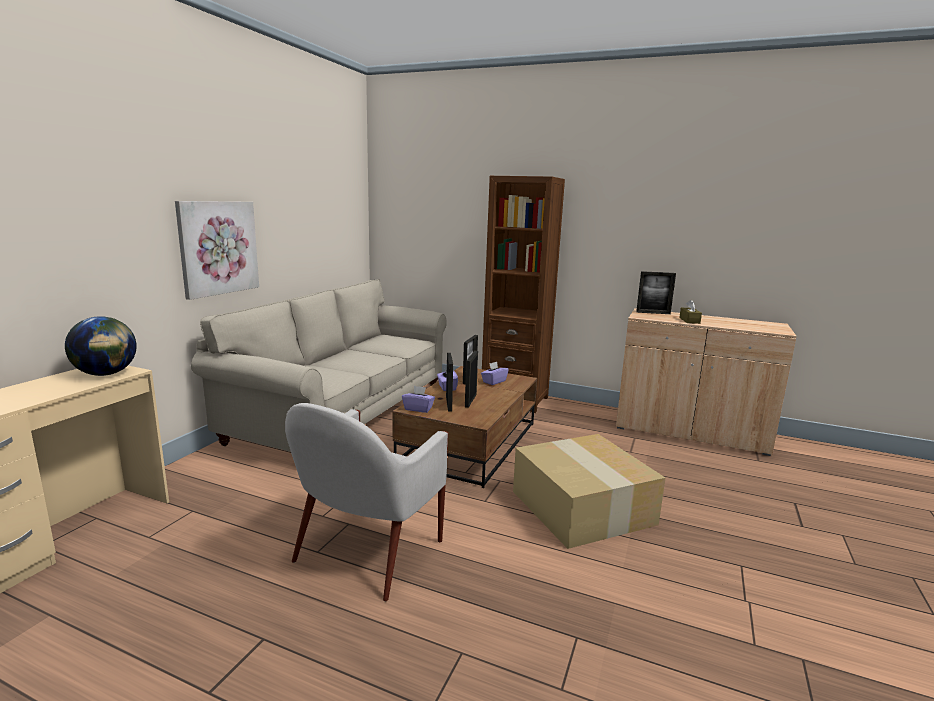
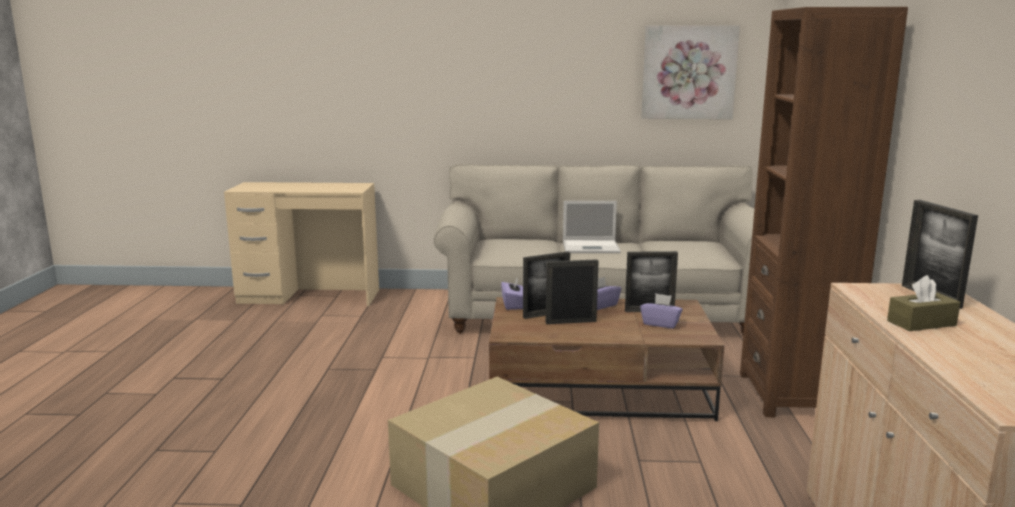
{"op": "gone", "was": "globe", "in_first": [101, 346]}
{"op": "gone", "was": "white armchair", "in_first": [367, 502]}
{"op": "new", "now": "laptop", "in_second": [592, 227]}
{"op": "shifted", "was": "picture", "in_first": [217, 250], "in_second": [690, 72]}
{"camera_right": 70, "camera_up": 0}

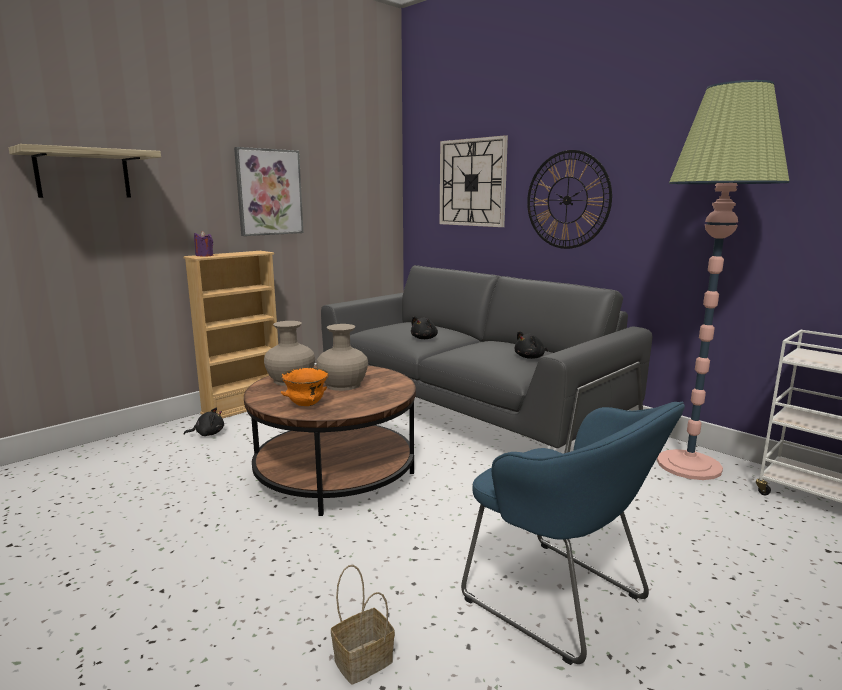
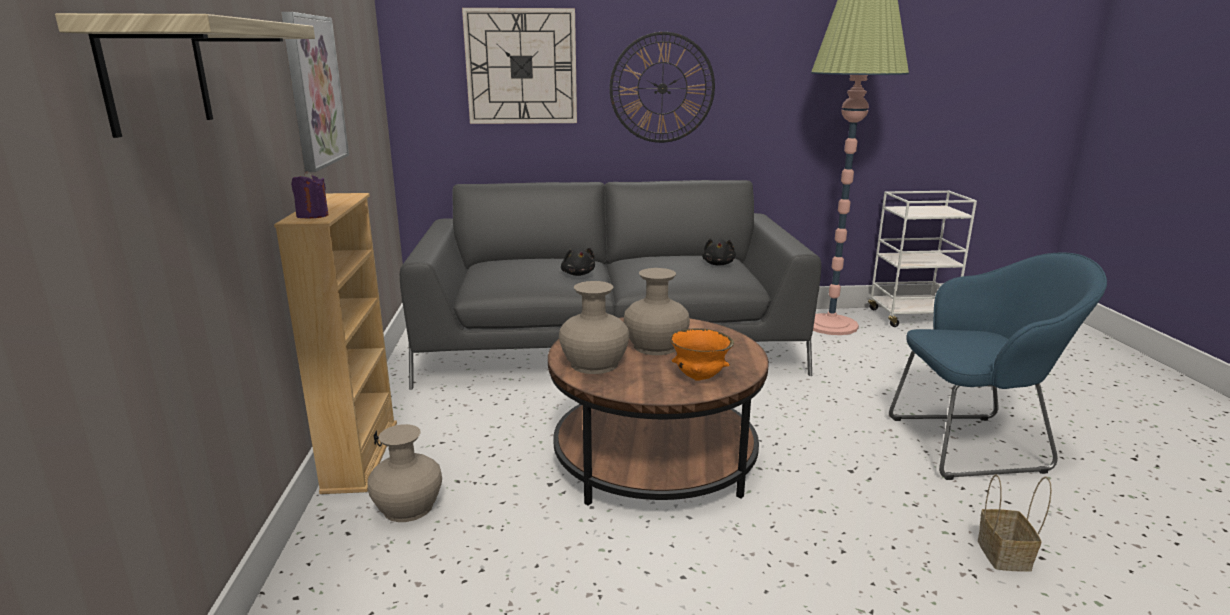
{"op": "swapped", "was": "black plush toy", "now": "beige vase", "in_first": [203, 422], "in_second": [405, 473]}
{"camera_right": -50, "camera_up": 5}

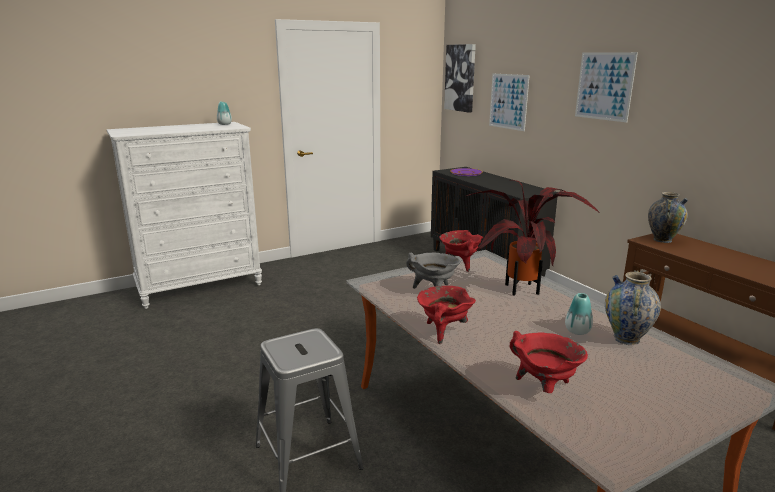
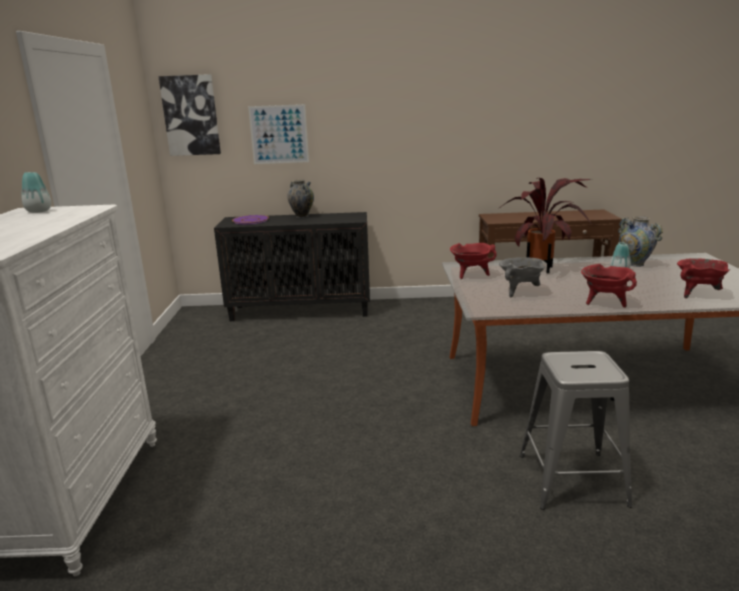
{"op": "gone", "was": "picture", "in_first": [606, 87]}
{"op": "shifted", "was": "vase", "in_first": [668, 217], "in_second": [300, 198]}
{"camera_right": -60, "camera_up": 0}

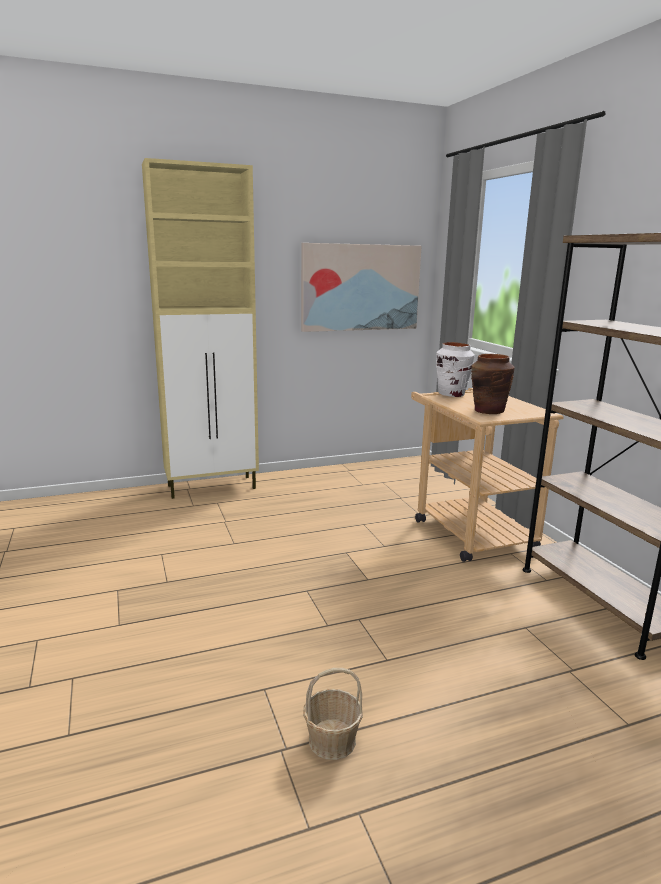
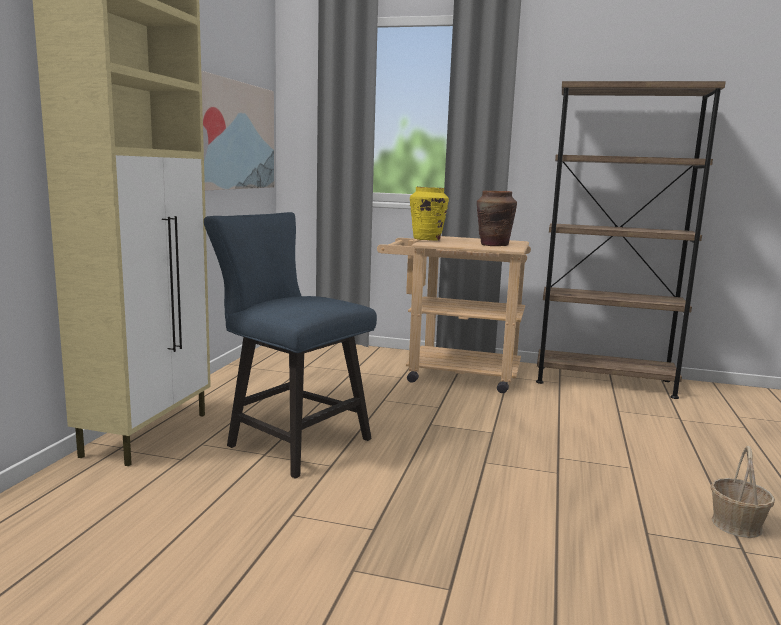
{"op": "new", "now": "blue chair", "in_second": [290, 345]}
{"op": "repainted", "was": "white vase", "now": "yellow vase", "in_first": [455, 369], "in_second": [429, 214]}
{"camera_right": -55, "camera_up": -5}

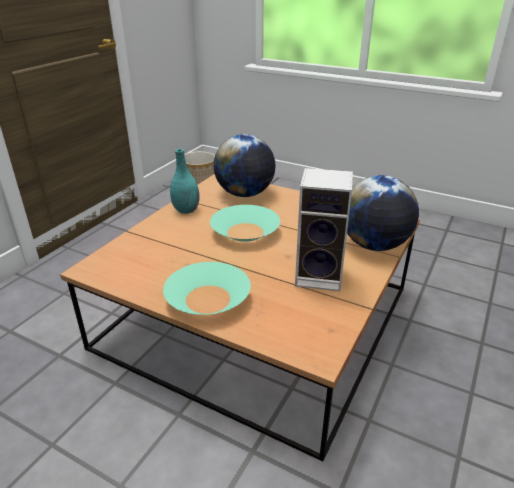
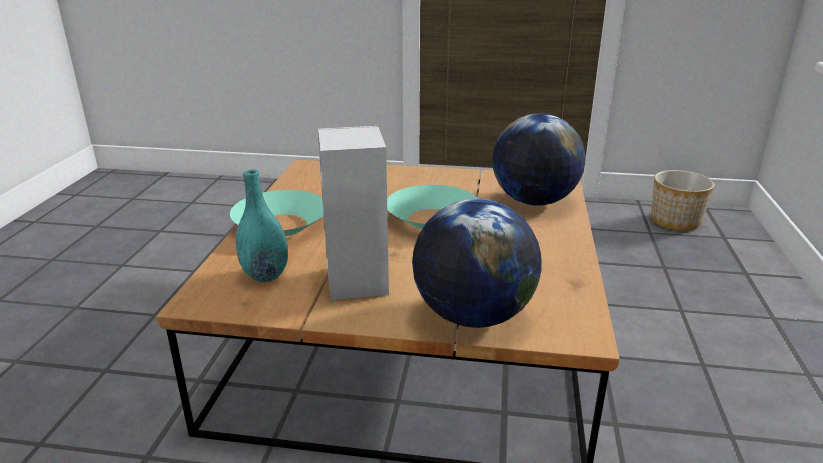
{"op": "shifted", "was": "turquoise vase", "in_first": [185, 181], "in_second": [262, 225]}
{"camera_right": 70, "camera_up": -5}

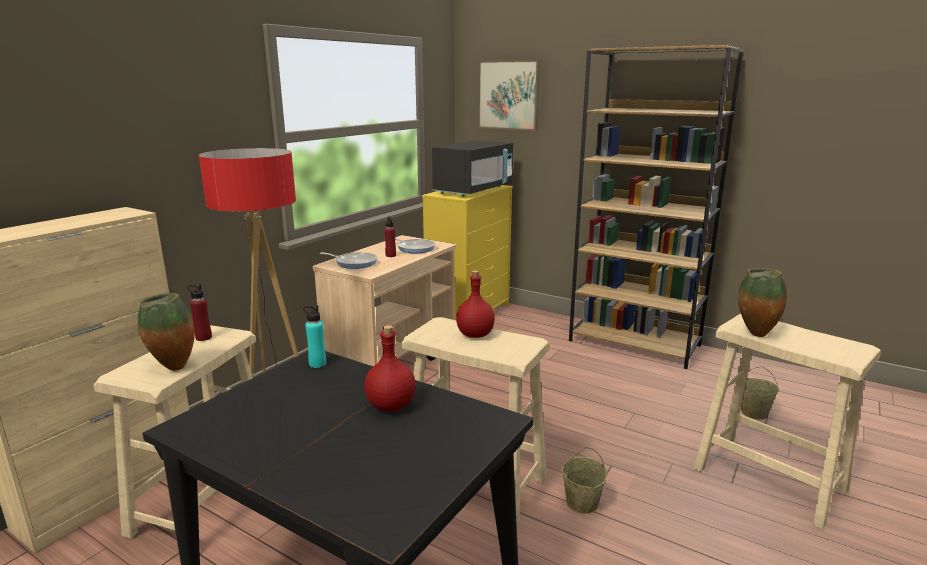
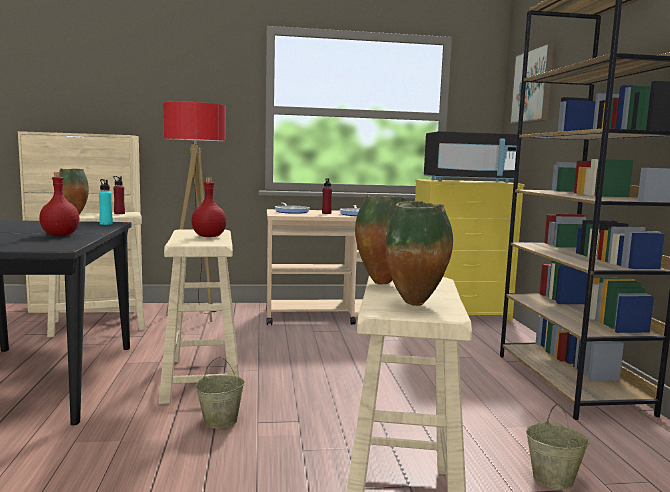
{"op": "new", "now": "vase", "in_second": [419, 253]}
{"camera_right": 50, "camera_up": -10}

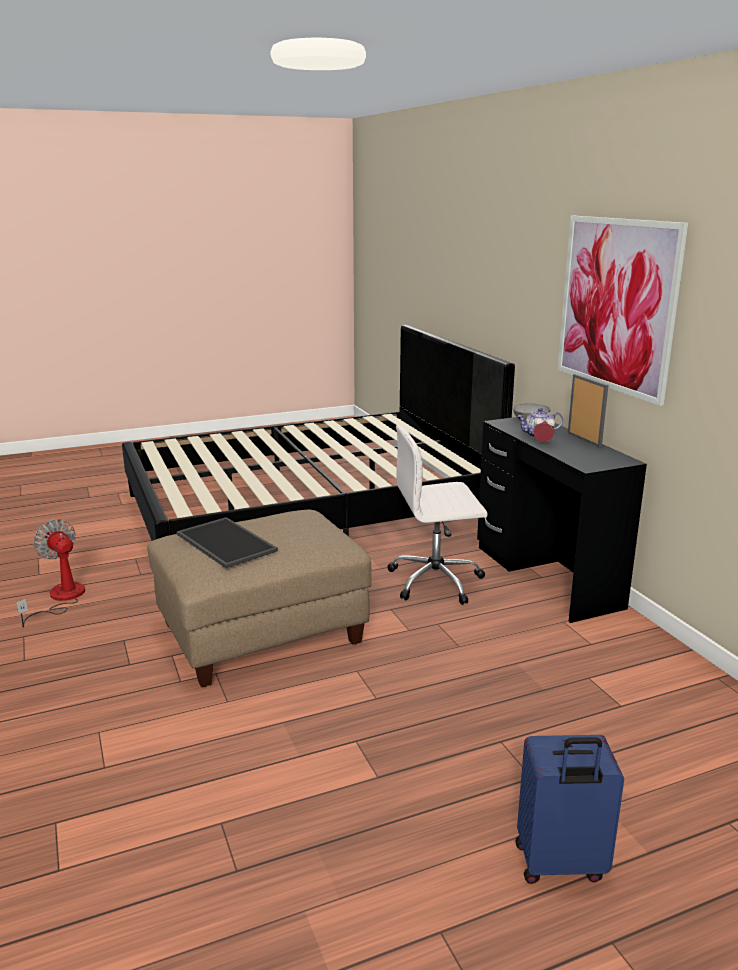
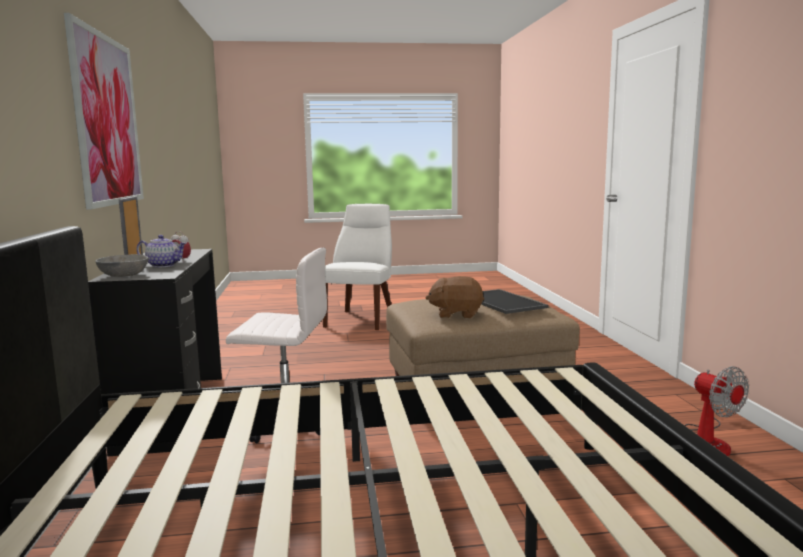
{"op": "new", "now": "brown plush toy", "in_second": [454, 297]}
{"op": "swapped", "was": "blue suitcase", "now": "white chair", "in_first": [569, 809], "in_second": [357, 267]}
{"camera_right": -165, "camera_up": -10}

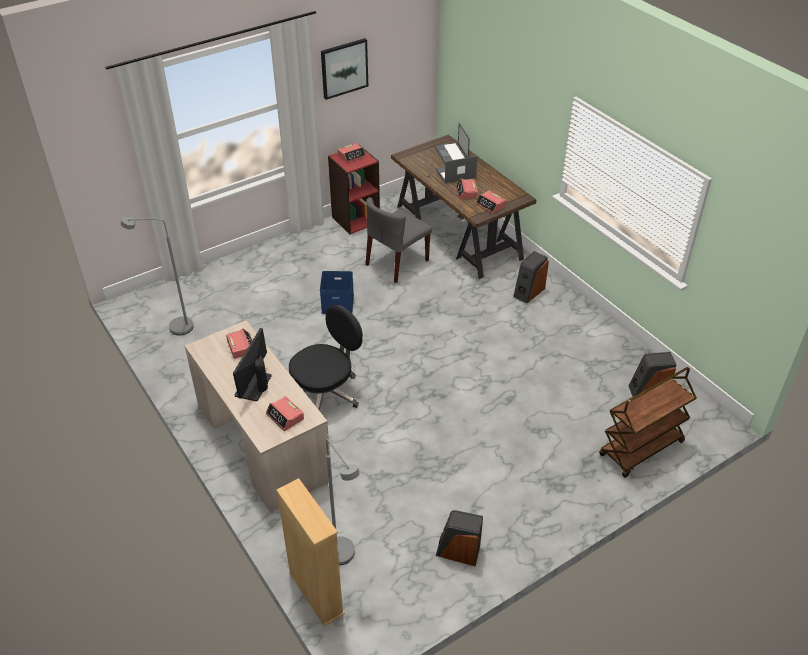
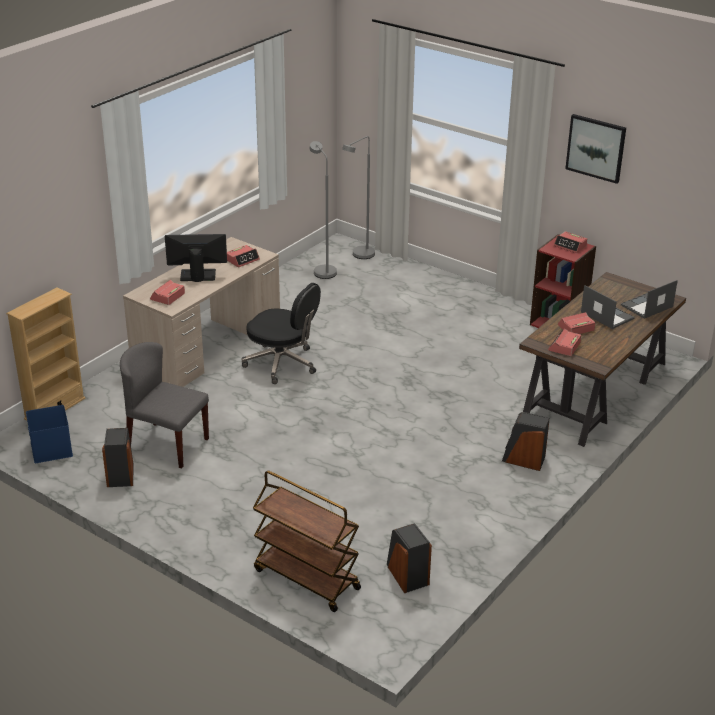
{"op": "shifted", "was": "blue storage box", "in_first": [337, 292], "in_second": [49, 434]}
{"op": "shifted", "was": "grey floor lamp", "in_first": [343, 502], "in_second": [358, 197]}
{"op": "shifted", "was": "grey chair", "in_first": [399, 240], "in_second": [164, 405]}
{"camera_right": 70, "camera_up": -10}

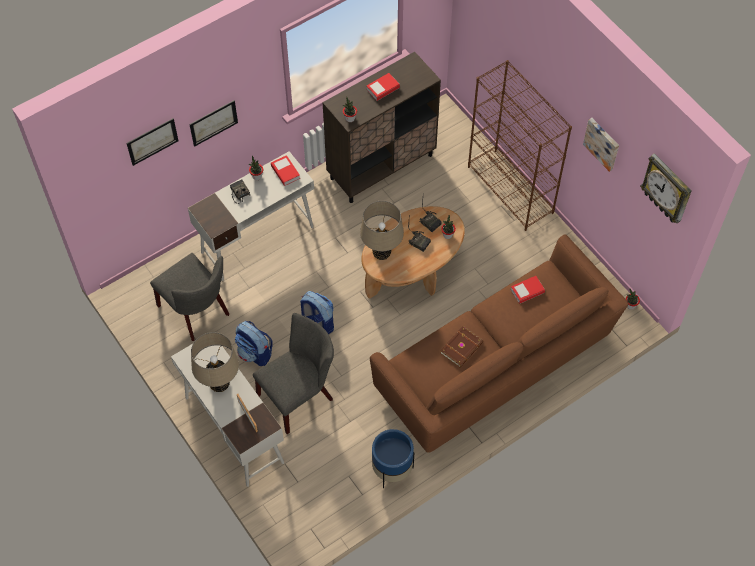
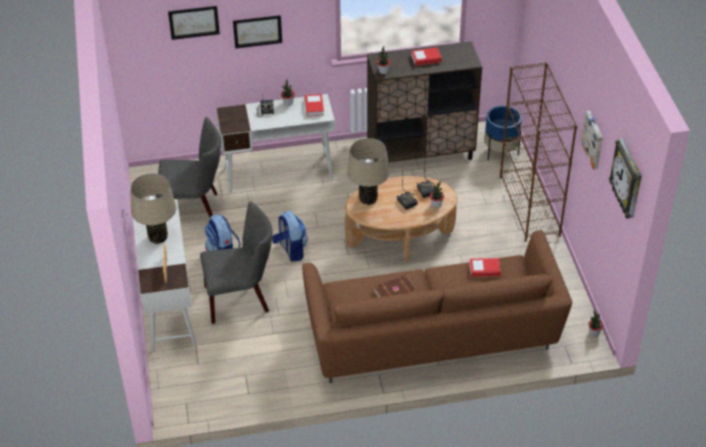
{"op": "shifted", "was": "blue planter", "in_first": [393, 458], "in_second": [503, 132]}
{"op": "rotated", "was": "grey chair", "in_first": [189, 297], "in_second": [188, 167], "clockwise": -75}
{"camera_right": 25, "camera_up": -15}

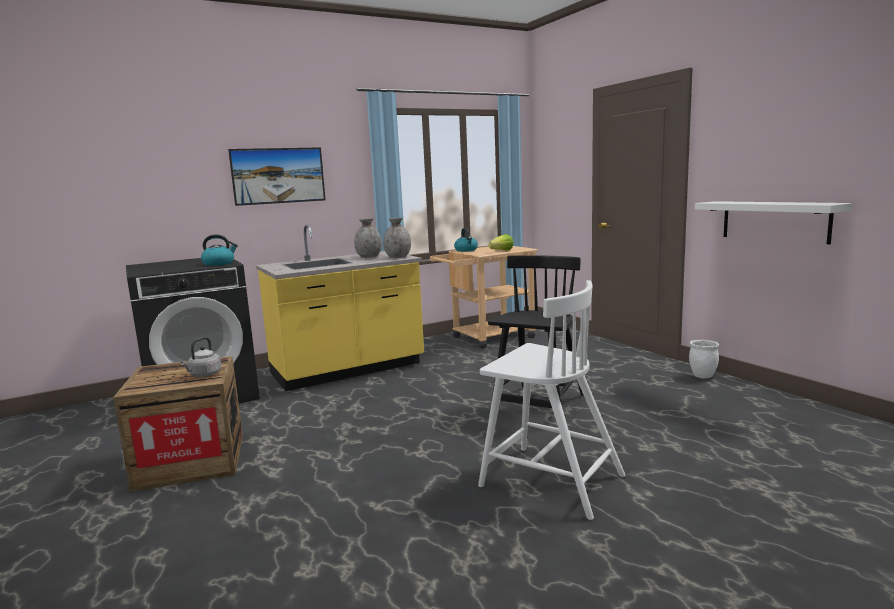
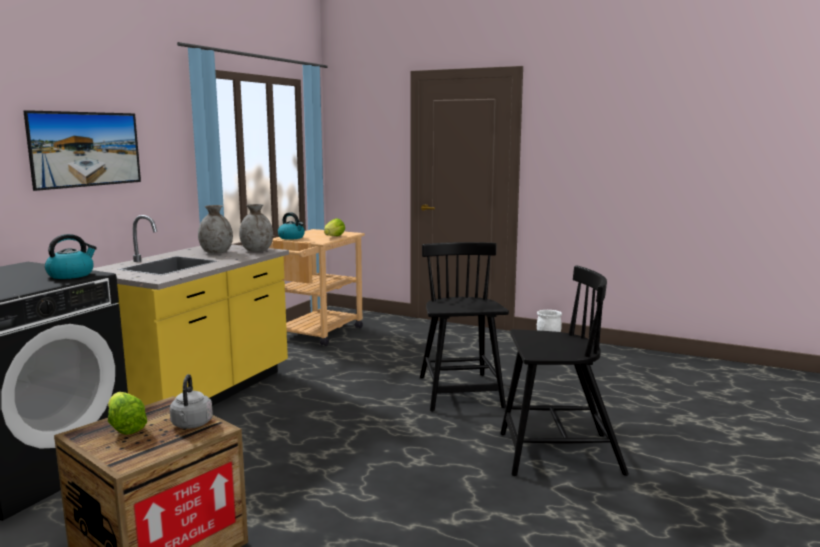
{"op": "gone", "was": "white shelf", "in_first": [773, 223]}
{"op": "new", "now": "lettuce", "in_second": [127, 413]}
{"op": "repainted", "was": "white chair", "now": "black chair", "in_first": [552, 400], "in_second": [564, 371]}
{"camera_right": -35, "camera_up": 0}

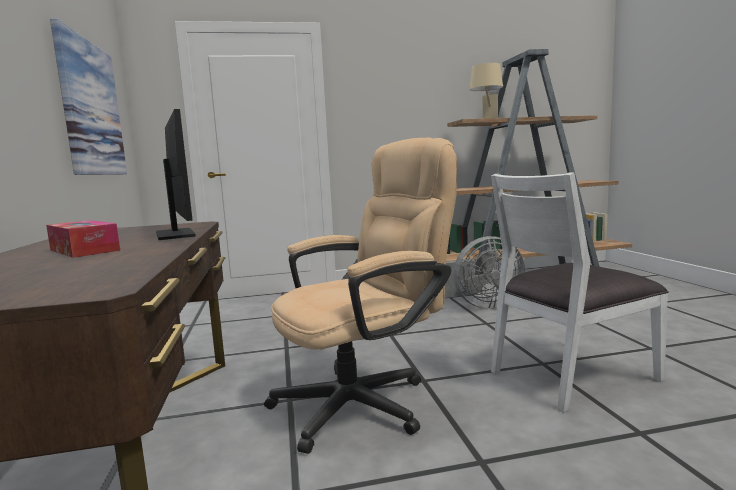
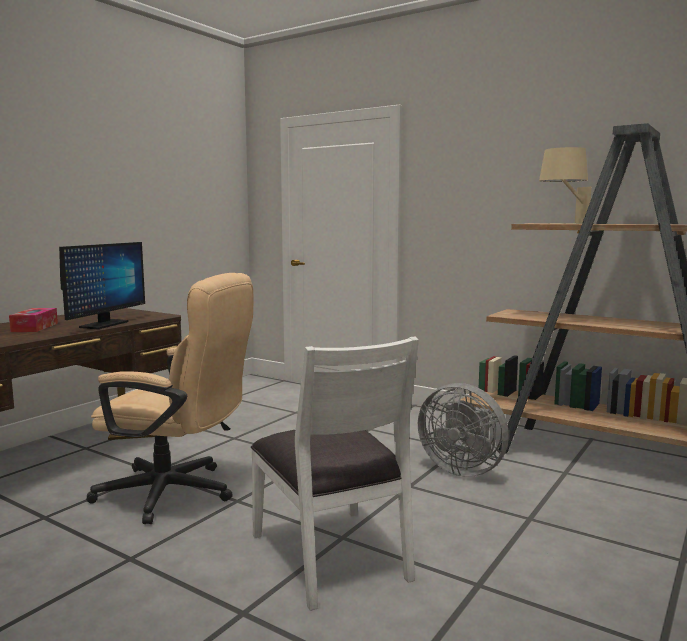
{"op": "gone", "was": "picture", "in_first": [88, 96]}
{"op": "rotated", "was": "white chair", "in_first": [580, 292], "in_second": [335, 474], "clockwise": -135}
{"camera_right": 45, "camera_up": 0}

